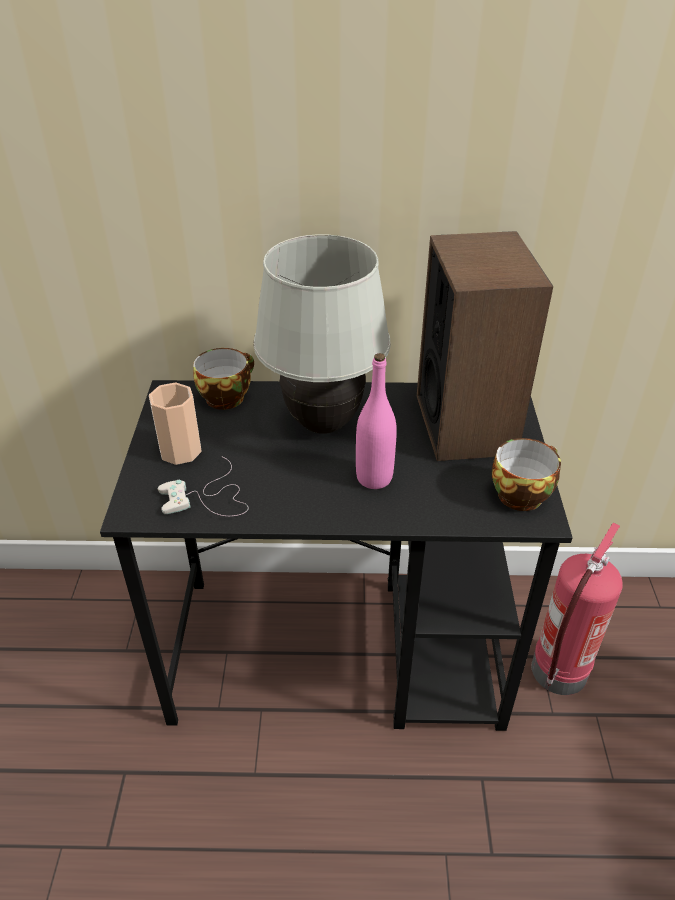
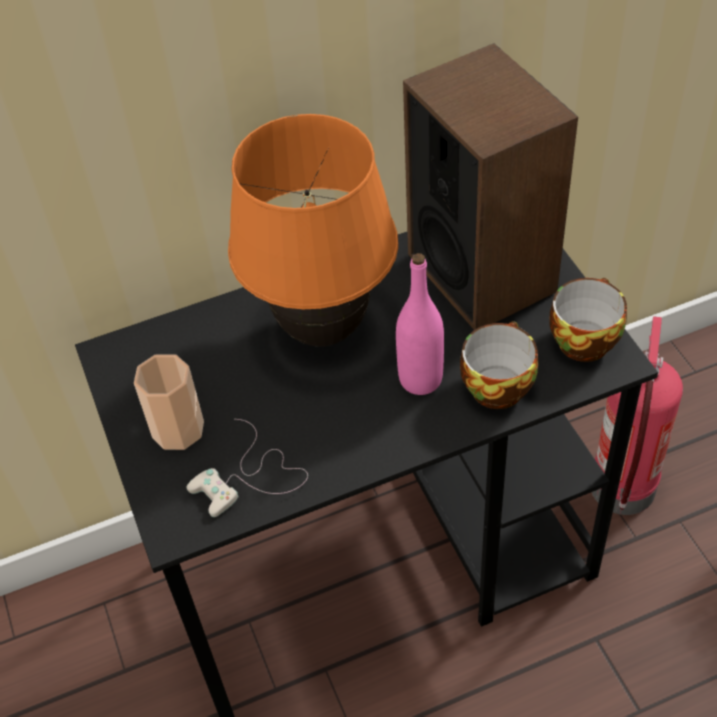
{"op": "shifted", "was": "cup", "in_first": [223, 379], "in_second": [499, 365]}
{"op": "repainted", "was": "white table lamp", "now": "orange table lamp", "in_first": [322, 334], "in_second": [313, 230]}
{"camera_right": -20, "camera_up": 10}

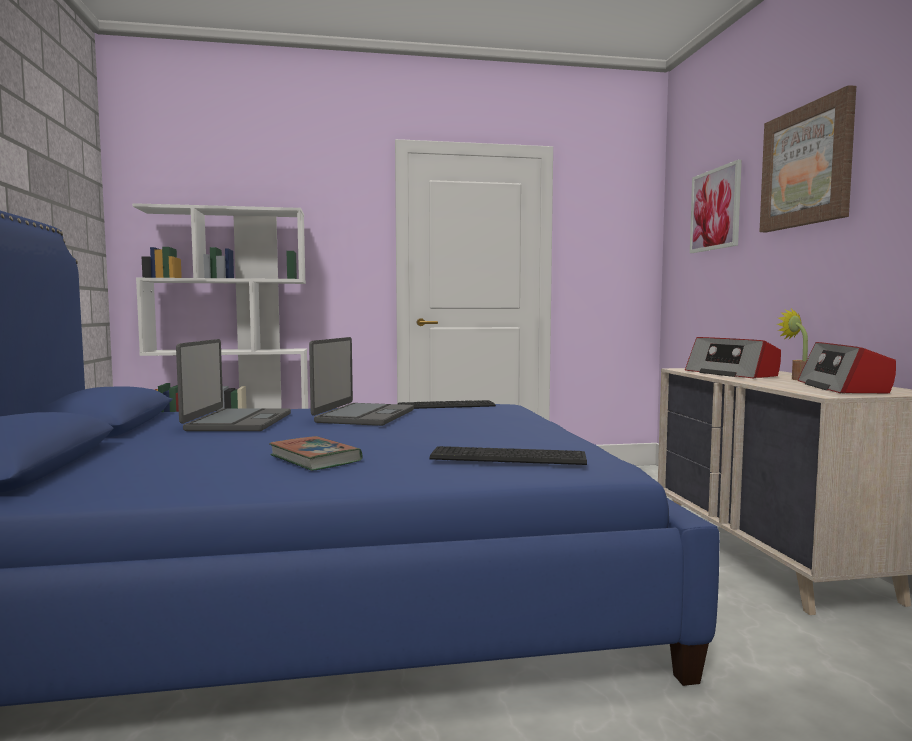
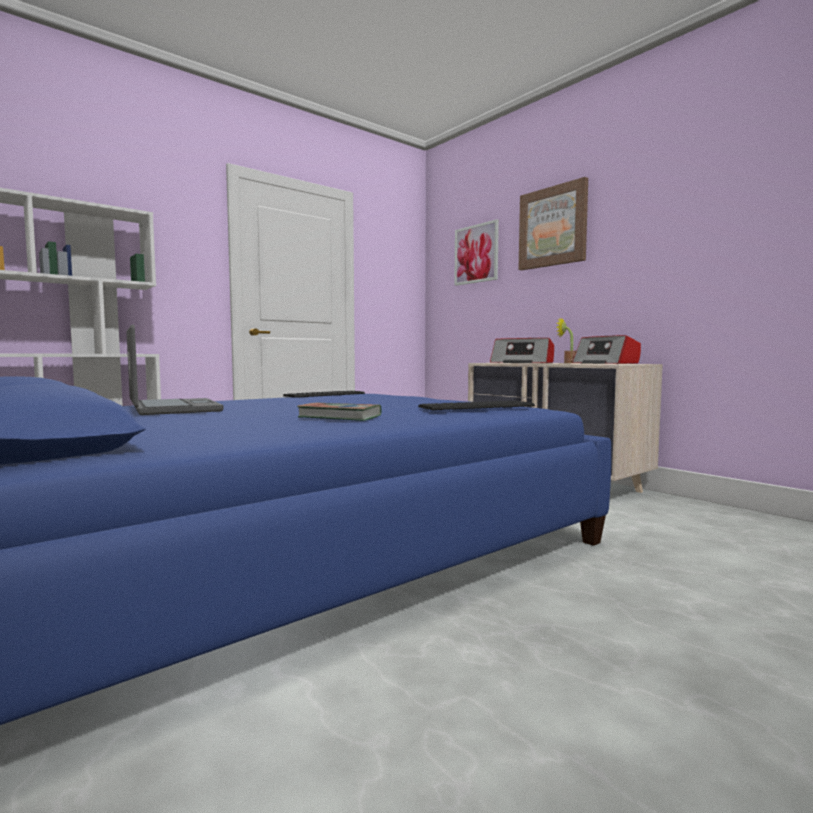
{"op": "gone", "was": "laptop", "in_first": [361, 381]}
{"camera_right": -30, "camera_up": 0}

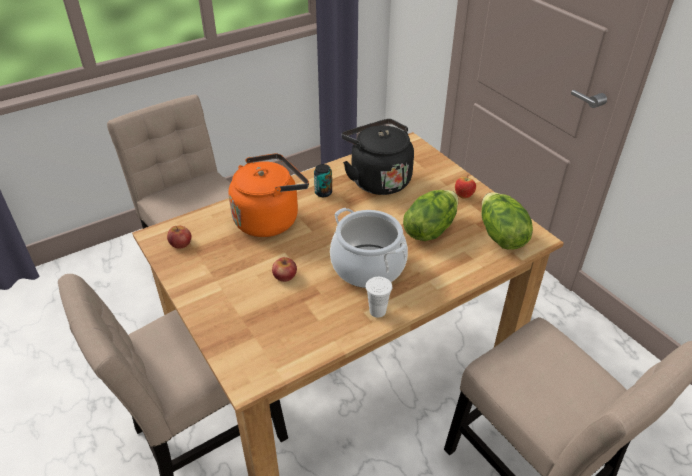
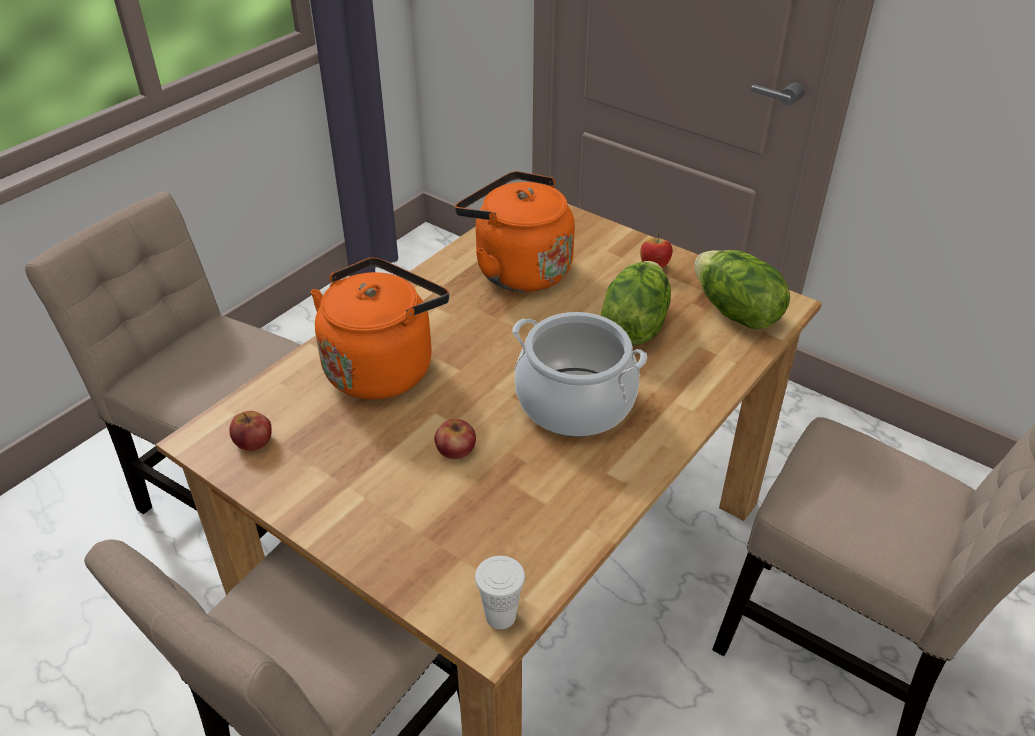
{"op": "gone", "was": "can", "in_first": [323, 180]}
{"op": "shifted", "was": "white cup", "in_first": [379, 297], "in_second": [500, 592]}
{"op": "repainted", "was": "black kettle", "now": "orange kettle", "in_first": [378, 157], "in_second": [515, 231]}
{"camera_right": -20, "camera_up": 0}

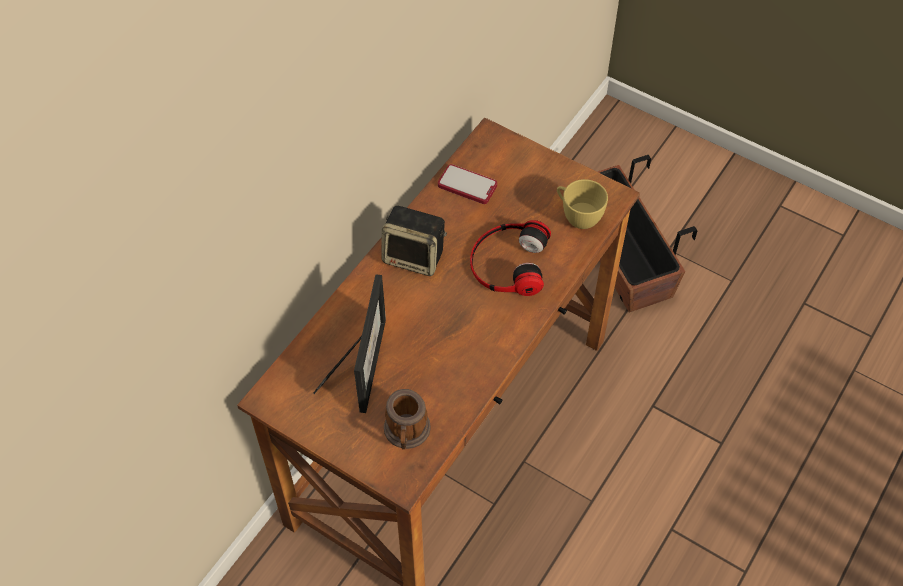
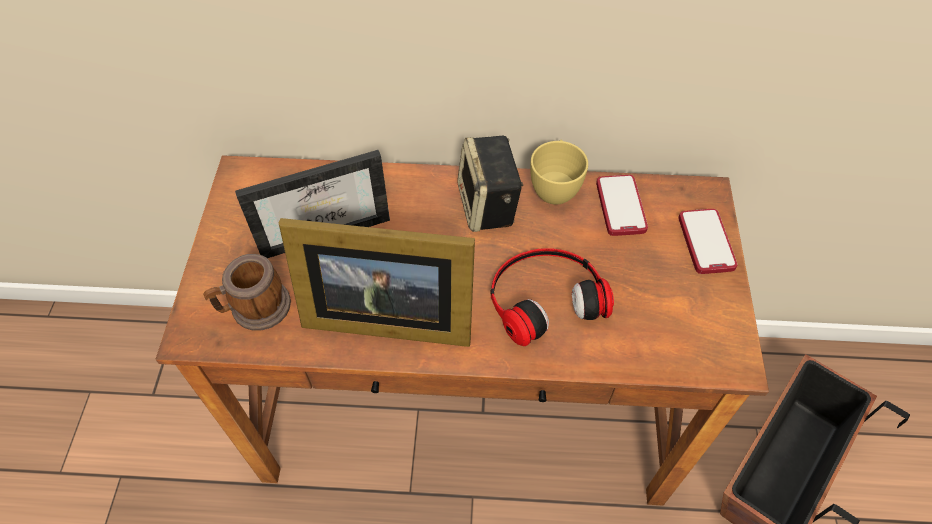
{"op": "new", "now": "picture frame", "in_second": [377, 282]}
{"op": "new", "now": "phone", "in_second": [708, 241]}
{"op": "shifted", "was": "yellow cup", "in_first": [582, 204], "in_second": [559, 172]}
{"camera_right": 60, "camera_up": 0}

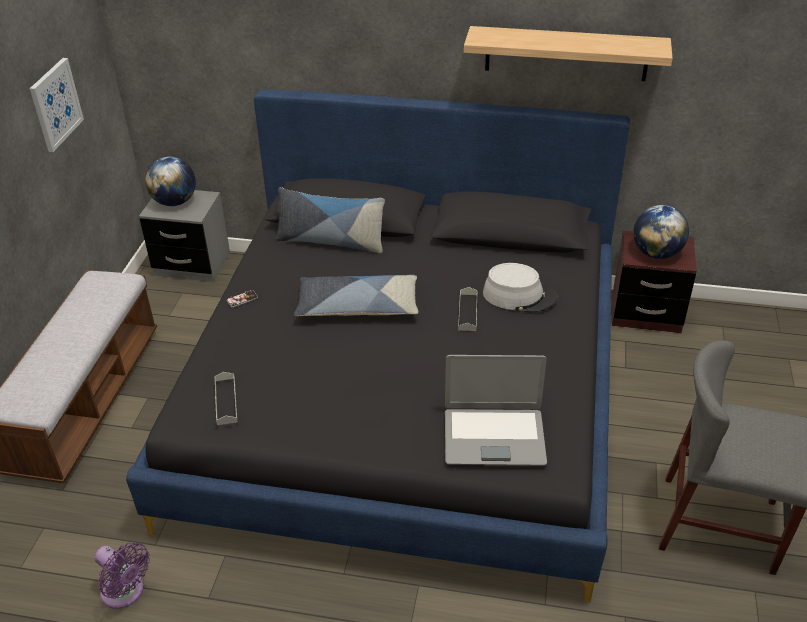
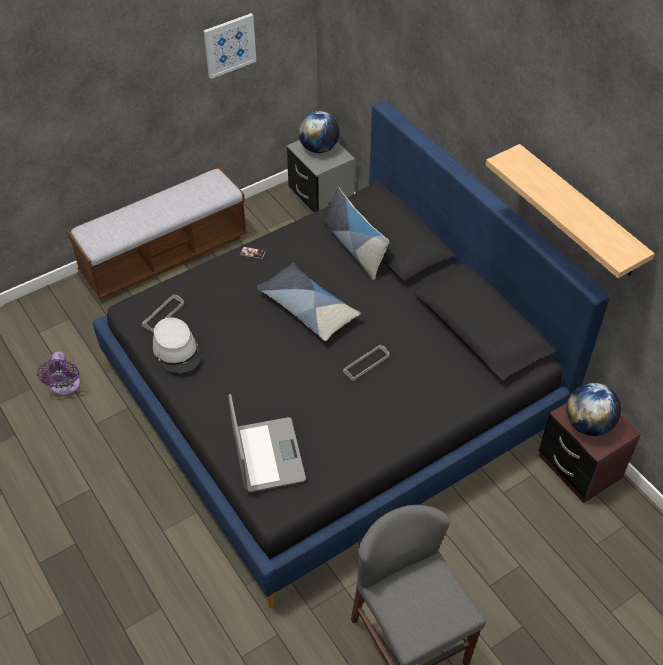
{"op": "shifted", "was": "grey hat", "in_first": [520, 288], "in_second": [177, 345]}
{"op": "rotated", "was": "laptop", "in_first": [496, 410], "in_second": [267, 443], "clockwise": -150}
{"camera_right": 45, "camera_up": 10}

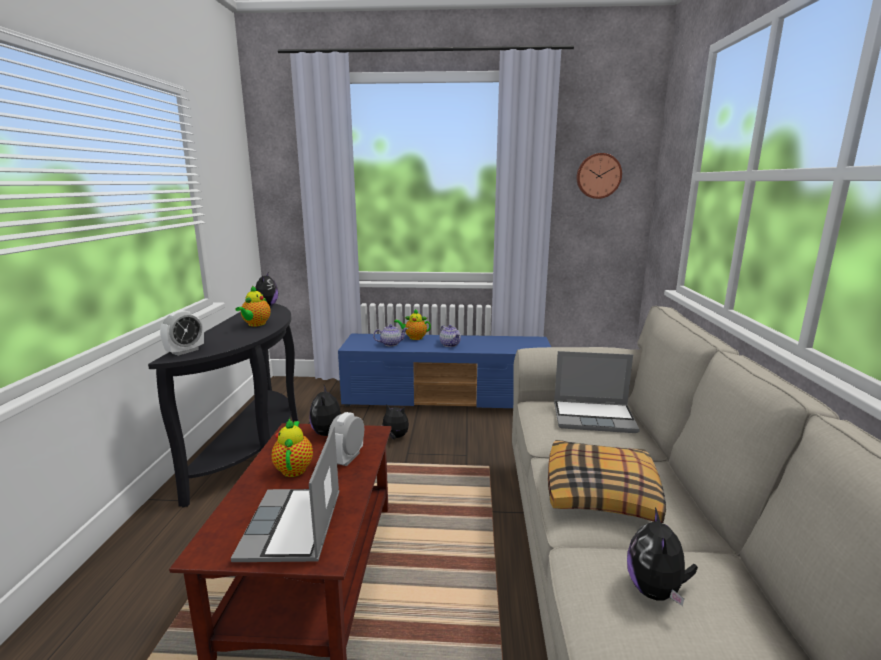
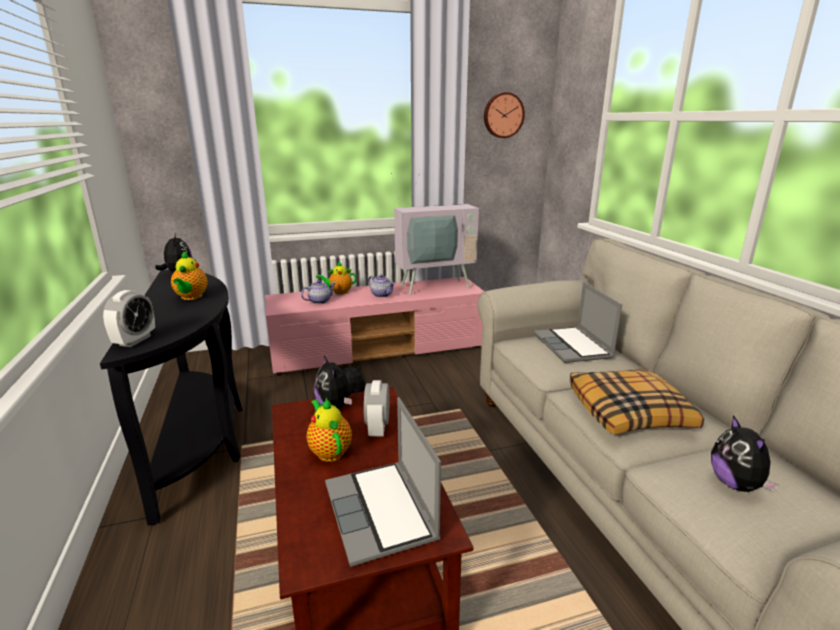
{"op": "new", "now": "television", "in_second": [435, 234]}
{"op": "repainted", "was": "blue tv stand", "now": "pink tv stand", "in_first": [444, 371], "in_second": [375, 326]}
{"op": "rotated", "was": "laptop", "in_first": [597, 392], "in_second": [578, 322], "clockwise": 90}
{"camera_right": -20, "camera_up": 5}

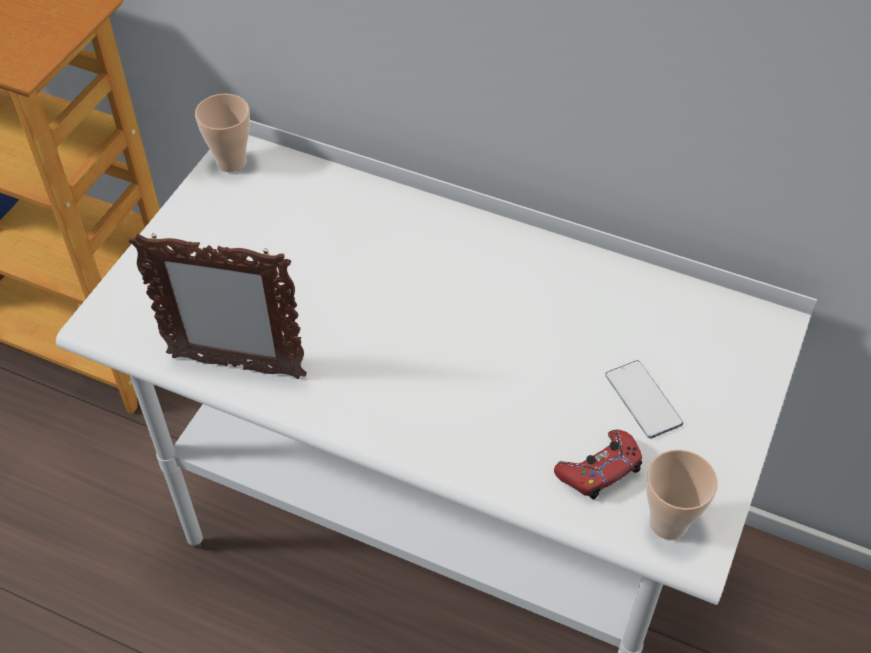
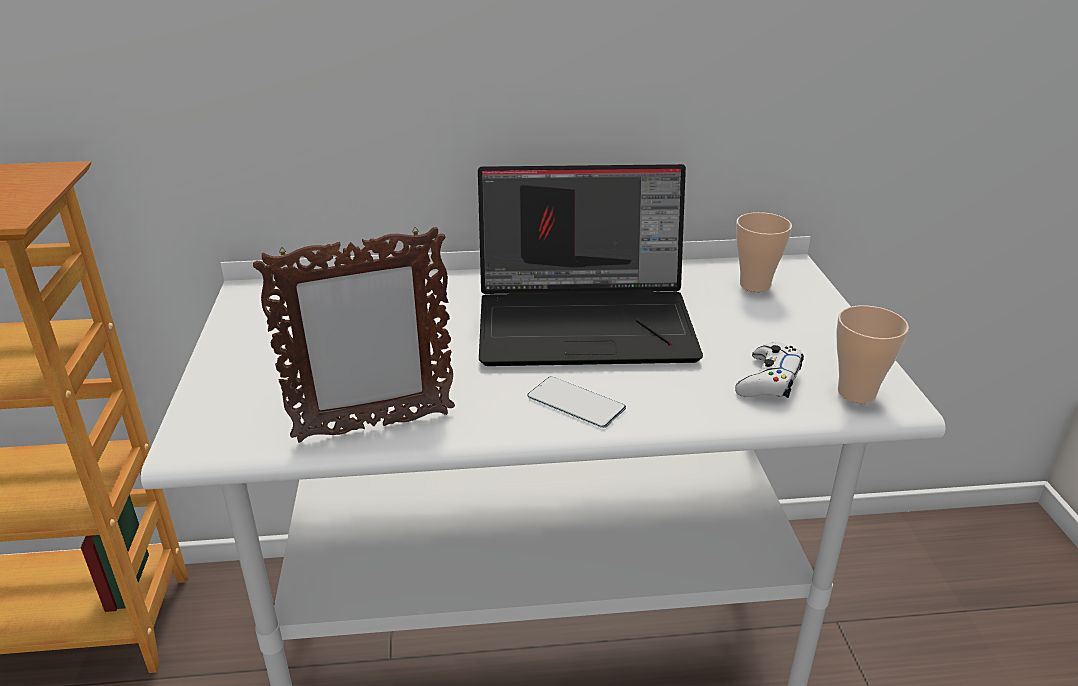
{"op": "new", "now": "laptop", "in_second": [590, 265]}
{"op": "shifted", "was": "cup", "in_first": [222, 133], "in_second": [764, 252]}
{"op": "shifted", "was": "phone", "in_first": [644, 399], "in_second": [576, 402]}
{"op": "repainted", "was": "red game controller", "now": "white game controller", "in_first": [598, 465], "in_second": [769, 370]}
{"camera_right": -30, "camera_up": -20}

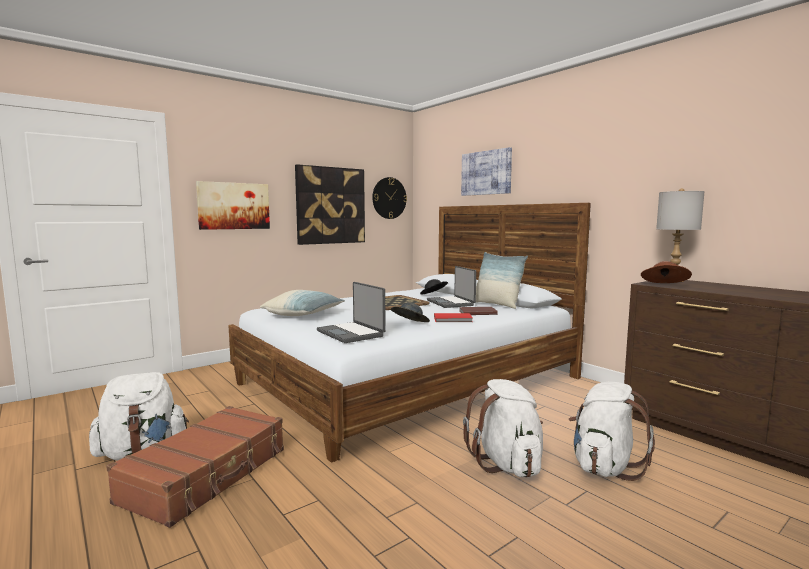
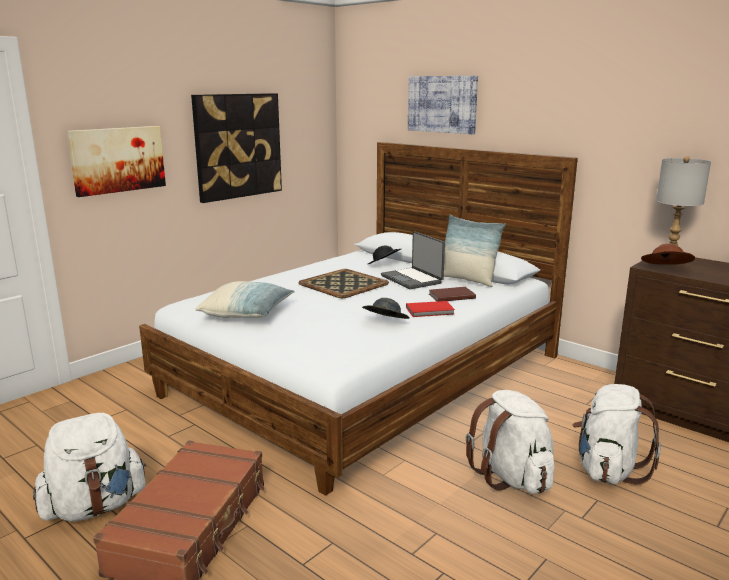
{"op": "gone", "was": "laptop", "in_first": [351, 312]}
{"op": "gone", "was": "wall clock", "in_first": [389, 198]}
{"camera_right": -10, "camera_up": 10}

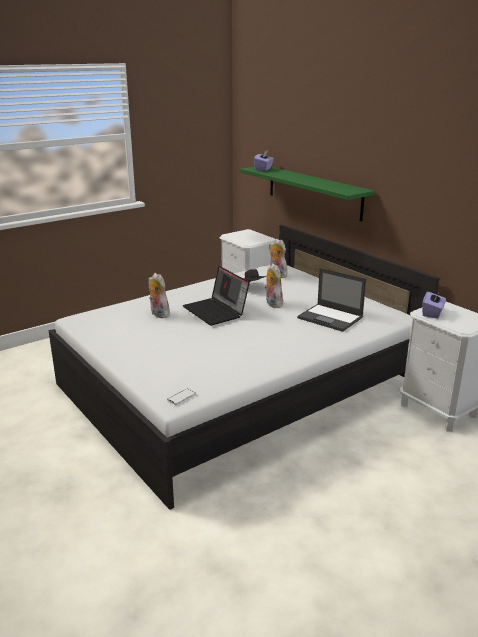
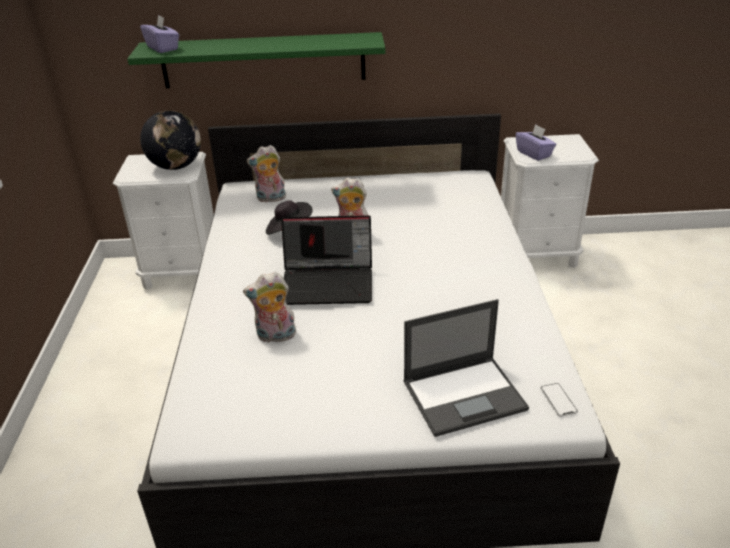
{"op": "new", "now": "globe", "in_second": [170, 140]}
{"op": "shifted", "was": "laptop", "in_first": [331, 300], "in_second": [466, 368]}
{"camera_right": -55, "camera_up": 10}

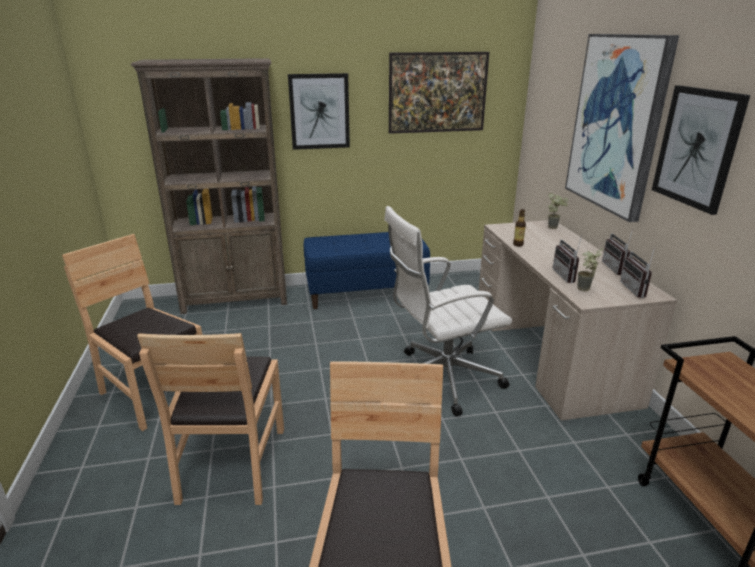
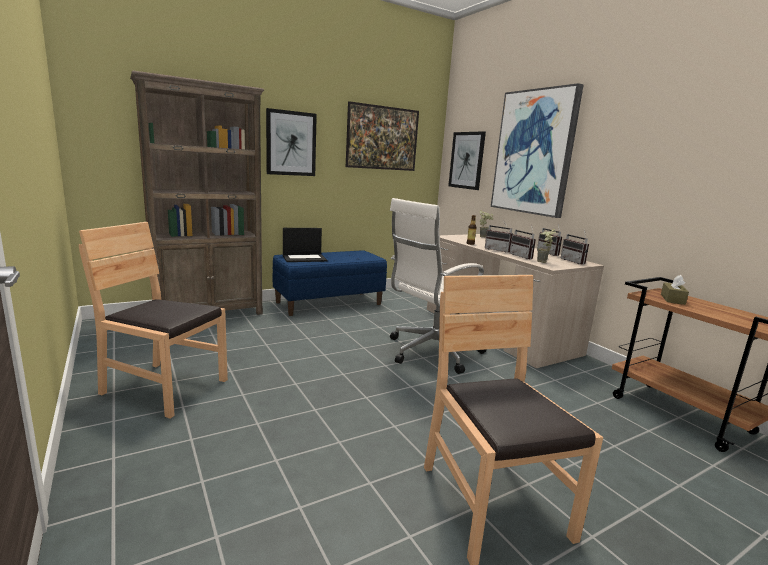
{"op": "gone", "was": "brown chair", "in_first": [210, 419]}
{"op": "new", "now": "laptop", "in_second": [305, 245]}
{"op": "new", "now": "radio", "in_second": [499, 236]}
{"op": "new", "now": "brown tissue box", "in_second": [675, 290]}
{"op": "shifted", "was": "picture", "in_first": [701, 150], "in_second": [467, 160]}
{"camera_right": -20, "camera_up": -10}

